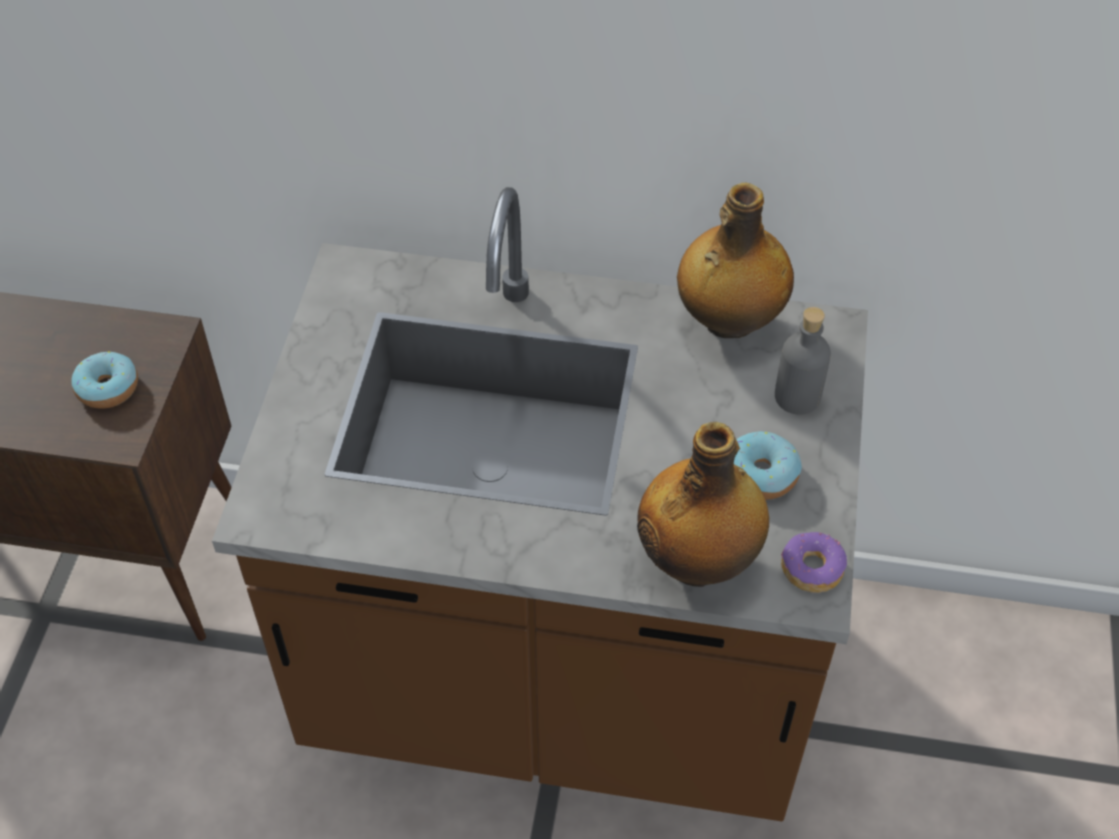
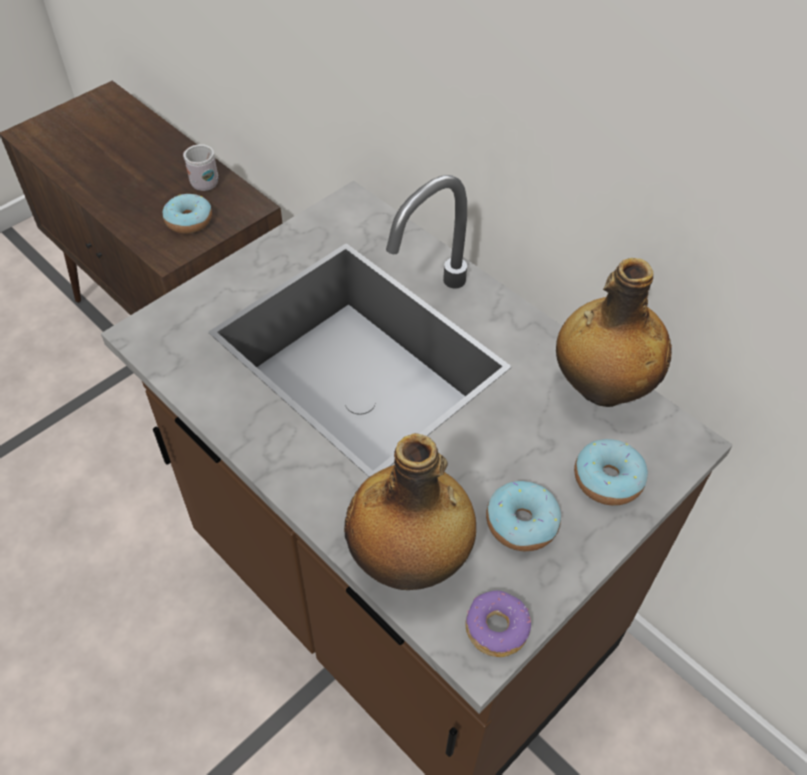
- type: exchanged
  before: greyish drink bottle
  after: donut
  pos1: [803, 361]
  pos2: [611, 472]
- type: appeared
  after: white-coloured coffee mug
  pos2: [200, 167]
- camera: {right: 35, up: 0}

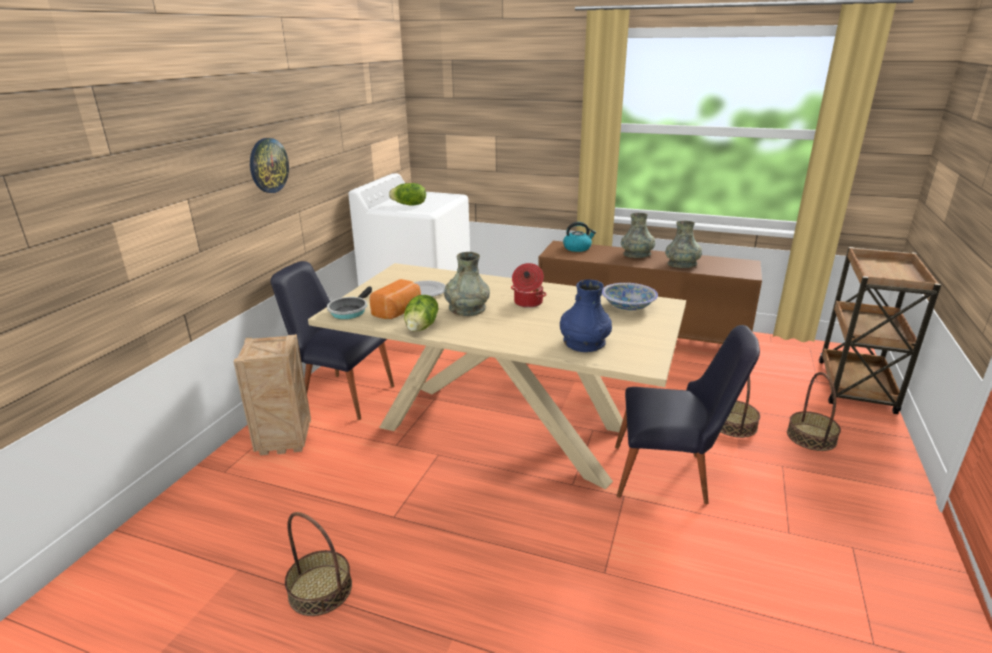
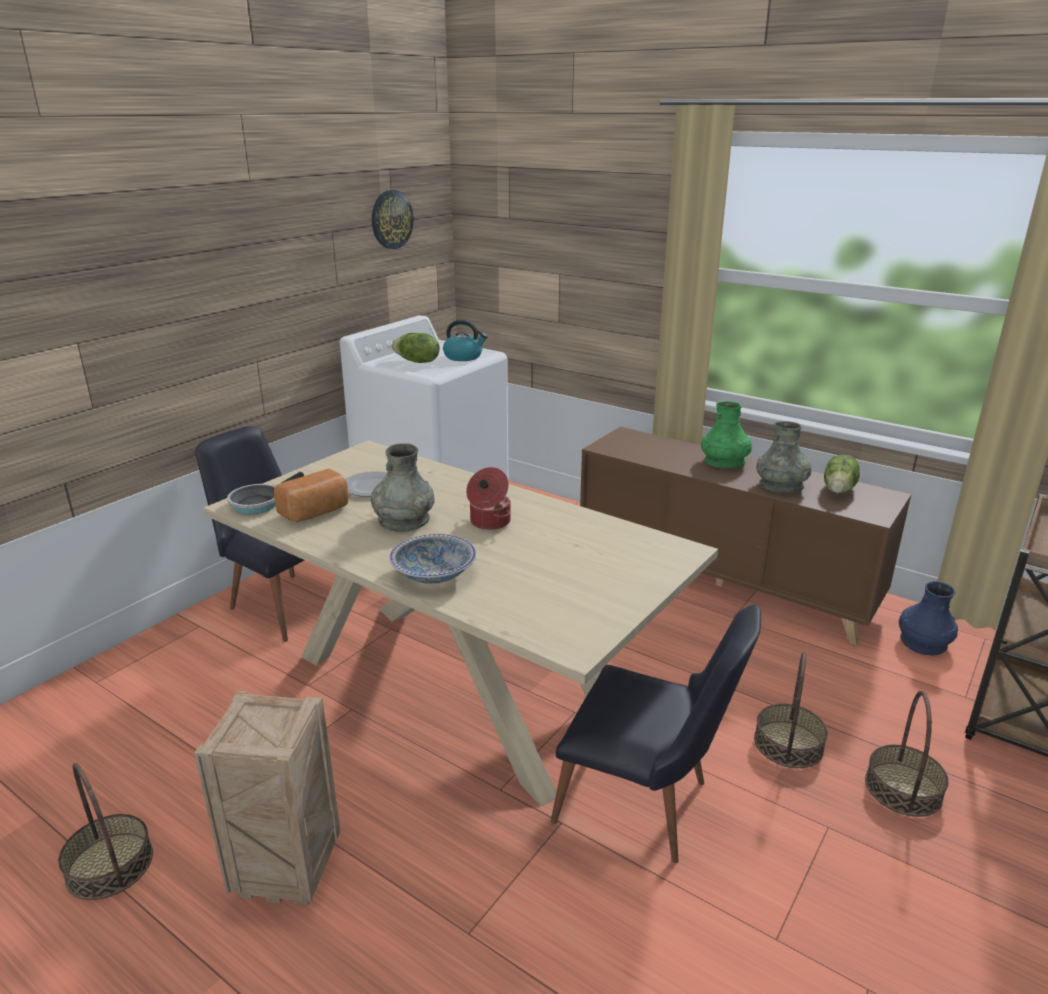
- type: relocated
  before: wall clock
  pos1: [269, 165]
  pos2: [393, 219]
- type: colour
  before: greyish flower vase
  after: green-coloured flower vase
  pos1: [638, 235]
  pos2: [726, 434]
- type: relocated
  before: water kettle
  pos1: [579, 237]
  pos2: [465, 340]
- type: relocated
  before: blue flower vase
  pos1: [586, 316]
  pos2: [928, 618]
- type: relocated
  before: deep dish
  pos1: [630, 296]
  pos2: [432, 559]
- type: relocated
  before: head of lettuce
  pos1: [421, 313]
  pos2: [842, 474]
- type: relocated
  before: crate
  pos1: [272, 394]
  pos2: [267, 797]
- camera: {right: 15, up: 0}

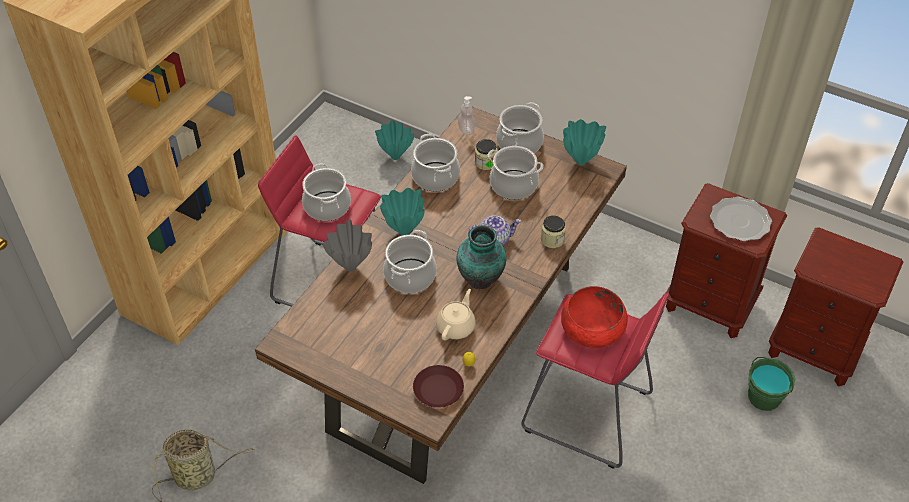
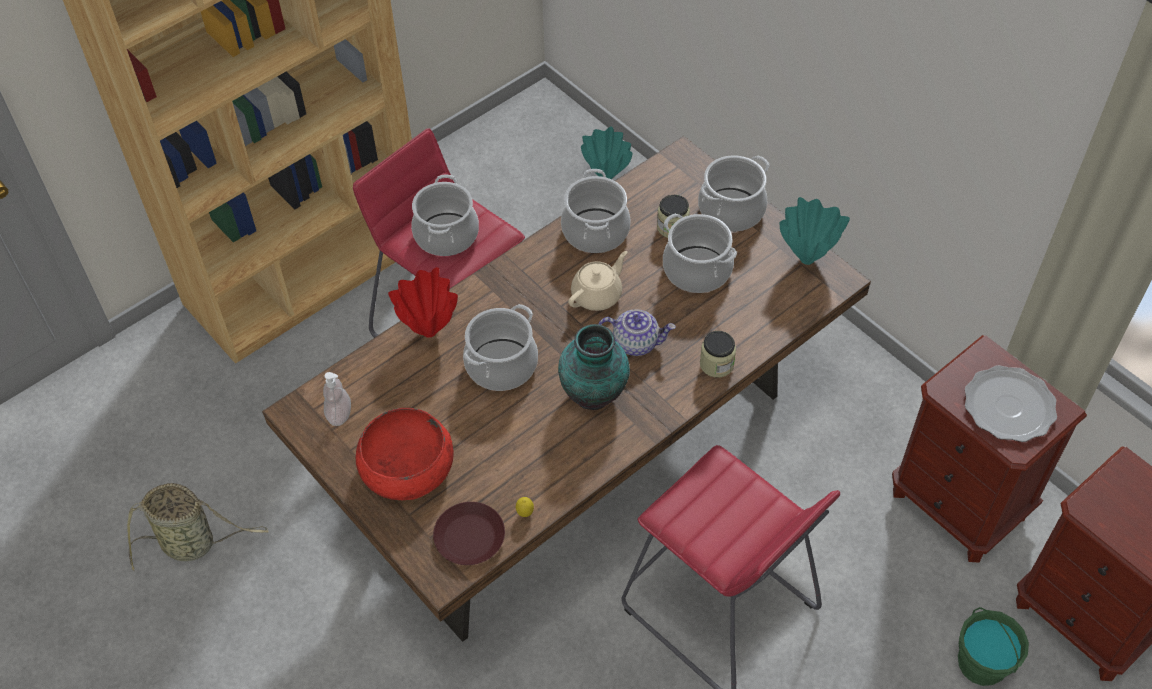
- type: relocated
  before: liquid soap bottle
  pos1: [466, 115]
  pos2: [337, 399]
- type: missing
  before: turquoise-coloured flower vase
  pos1: [402, 211]
- type: colour
  before: greyish flower vase
  after: red-coloured flower vase
  pos1: [347, 245]
  pos2: [423, 302]
- type: relocated
  before: red-coloured deep dish
  pos1: [594, 317]
  pos2: [405, 454]
- type: relocated
  before: sand-coloured pot for tea
  pos1: [456, 315]
  pos2: [597, 281]
- camera: {right: 20, up: 5}

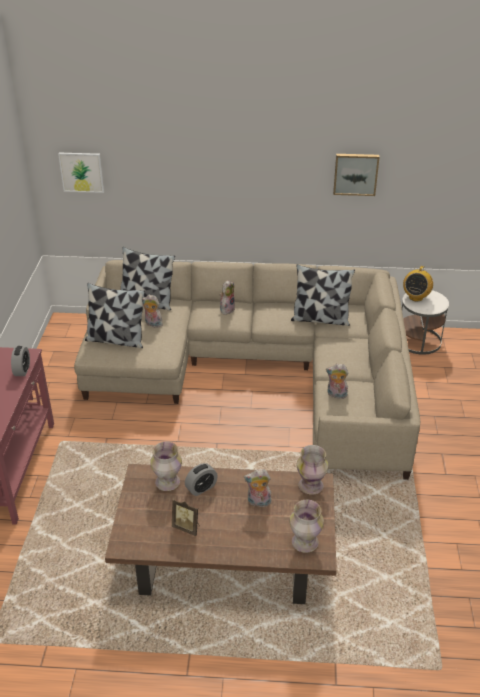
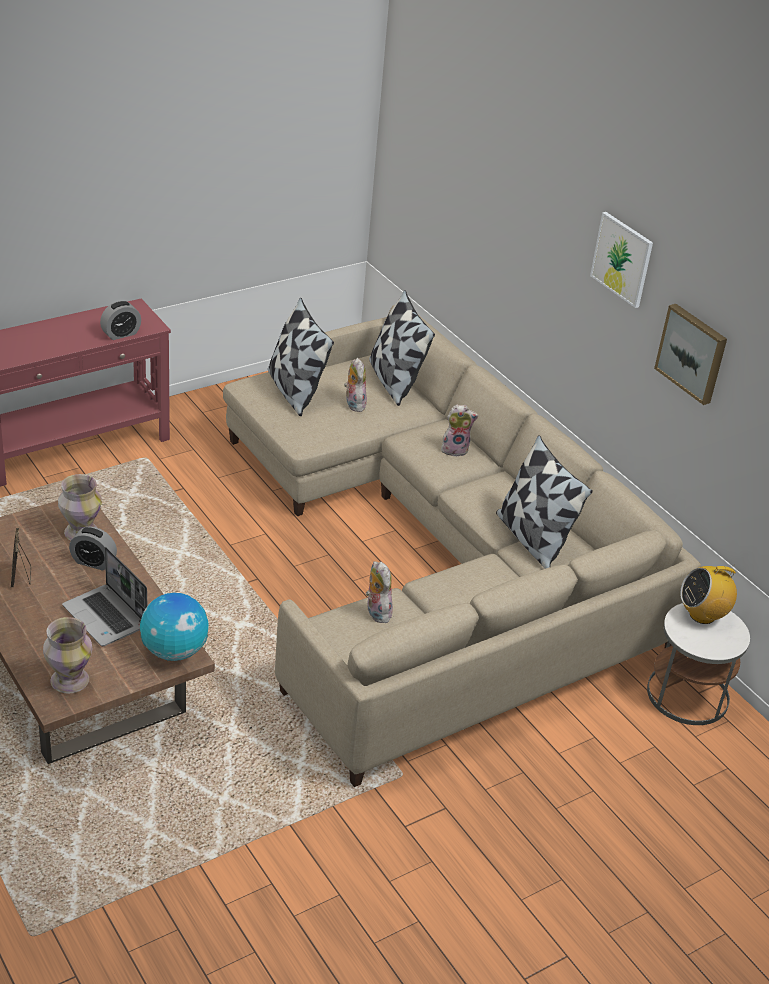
- type: relocated
  before: wall picture
  pos1: [81, 173]
  pos2: [621, 260]
- type: exchanged
  before: flower vase
  after: desk globe
  pos1: [312, 470]
  pos2: [174, 627]
- type: exchanged
  before: cuddly toy
  after: laptop
  pos1: [257, 488]
  pos2: [104, 596]
- camera: {right: 50, up: 0}

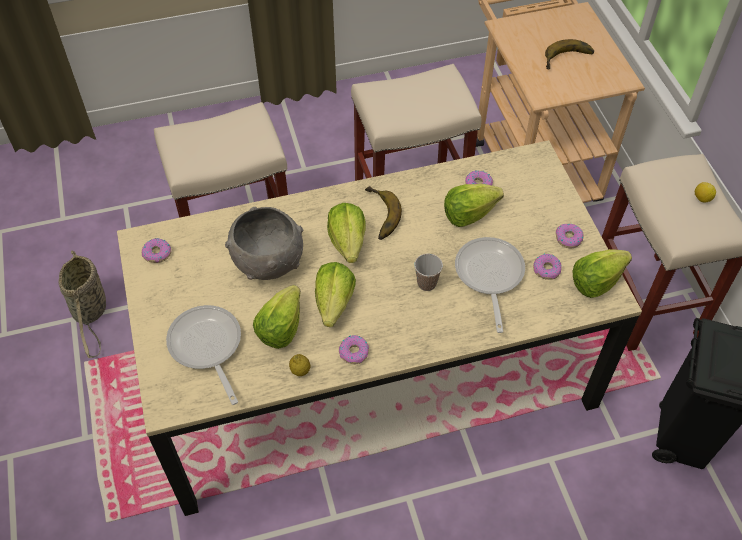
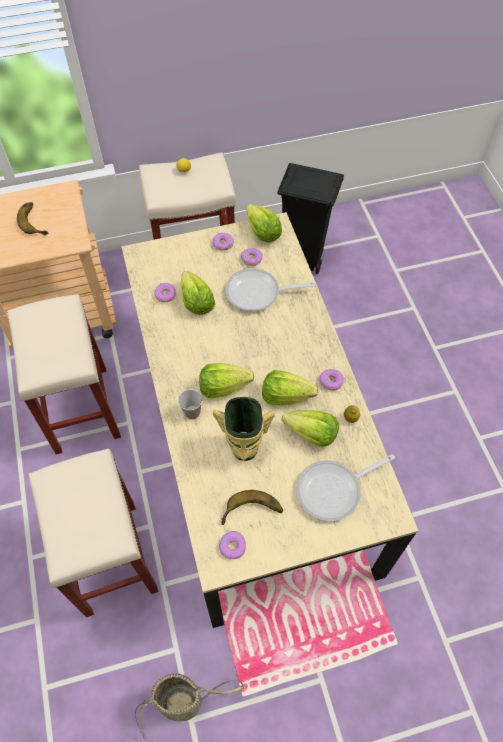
- type: relocated
  before: whole banana
  pos1: [383, 213]
  pos2: [252, 507]
- type: exchanged
  before: greyish deep dish
  after: flower vase
  pos1: [264, 243]
  pos2: [244, 429]
- type: relocated
  before: small cup
  pos1: [428, 272]
  pos2: [190, 404]
- camera: {right: -90, up: 5}

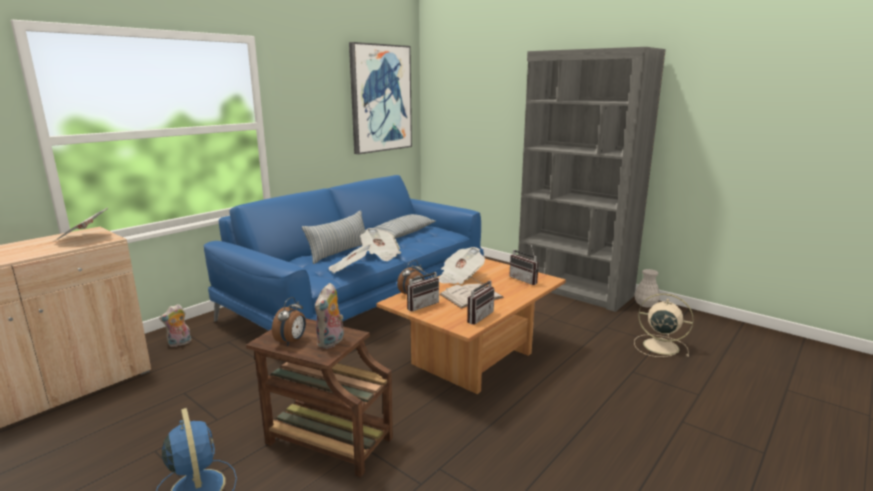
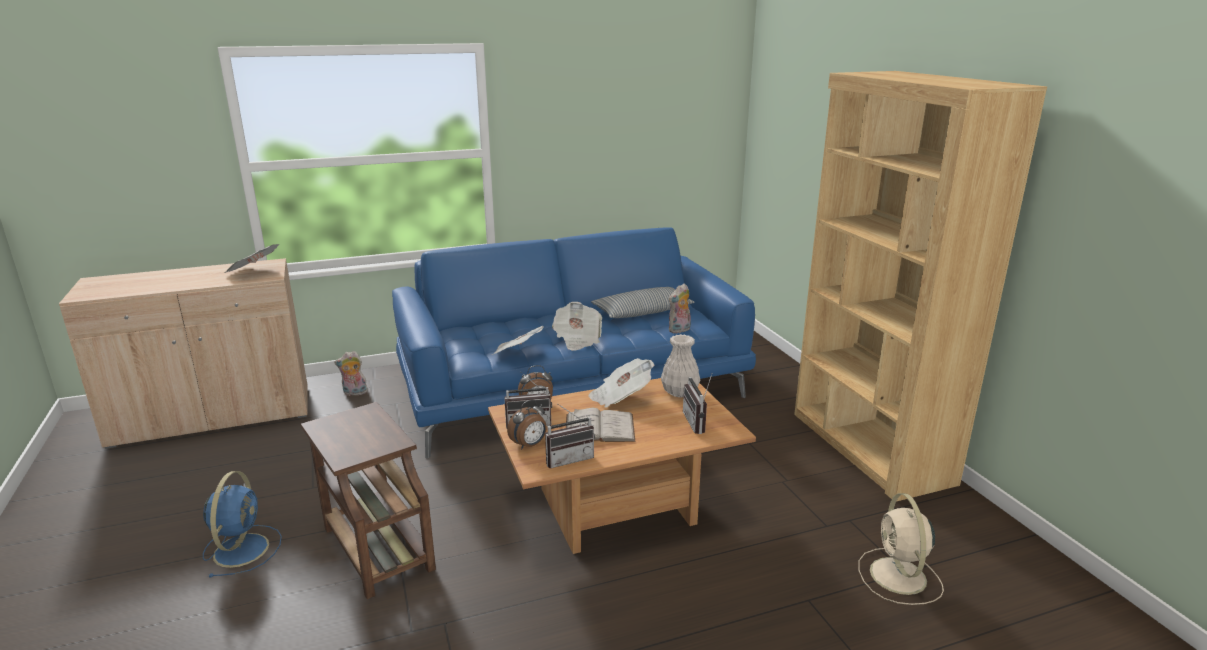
- type: missing
  before: wall picture
  pos1: [380, 98]
- type: colour
  before: greyish bookcase
  after: brown bookcase
  pos1: [592, 179]
  pos2: [920, 286]
- type: missing
  before: pillow
  pos1: [334, 237]
- type: relocated
  before: white-coloured flower vase
  pos1: [647, 288]
  pos2: [680, 365]
- type: relocated
  before: cuddly toy
  pos1: [329, 316]
  pos2: [680, 308]
- type: spun
  before: sand-coloured fan
  pos1: [664, 325]
  pos2: [901, 549]
  turn: -150
- type: relocated
  before: table clock
  pos1: [289, 321]
  pos2: [527, 424]
- camera: {right: 30, up: 5}

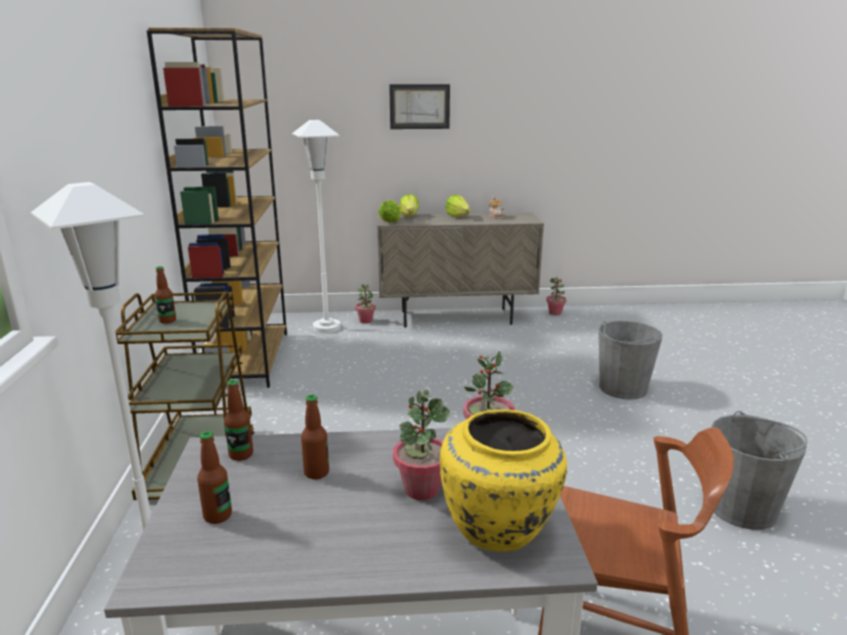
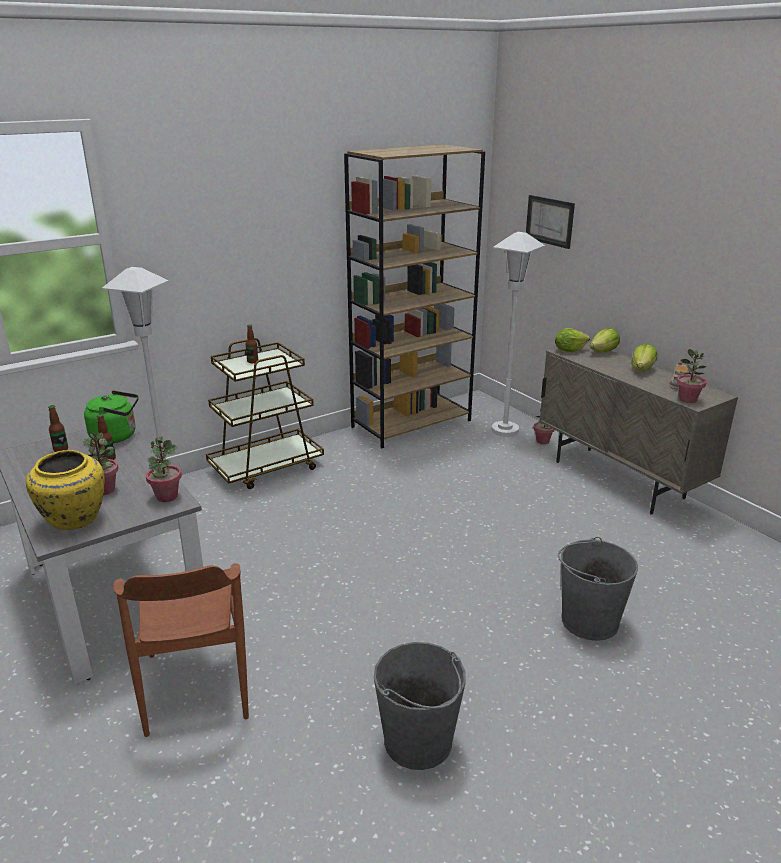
- type: relocated
  before: wall picture
  pos1: [419, 106]
  pos2: [550, 222]
- type: relocated
  before: houseplant
  pos1: [556, 296]
  pos2: [691, 376]
- type: exchanged
  before: drink bottle
  after: green-coloured water kettle
  pos1: [238, 420]
  pos2: [111, 416]
- camera: {right: 60, up: 5}

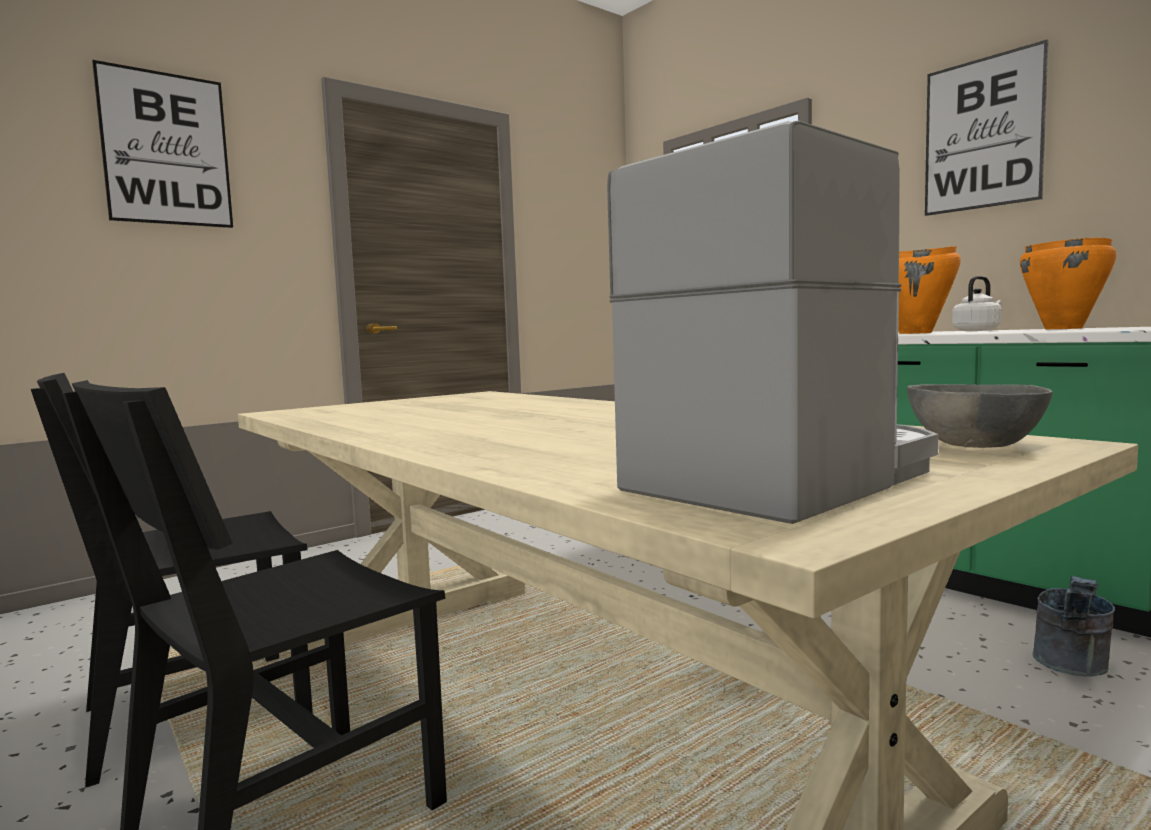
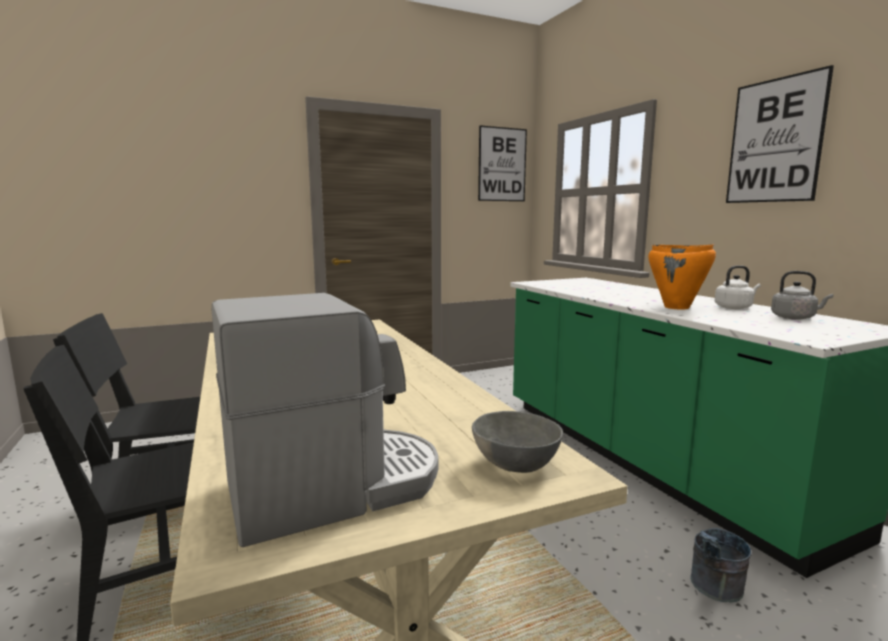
- type: relocated
  before: wall picture
  pos1: [162, 144]
  pos2: [502, 163]
- type: exchanged
  before: orange-coloured cooking pot
  after: greyish water kettle
  pos1: [1068, 283]
  pos2: [802, 295]
- camera: {right: 15, up: 5}

